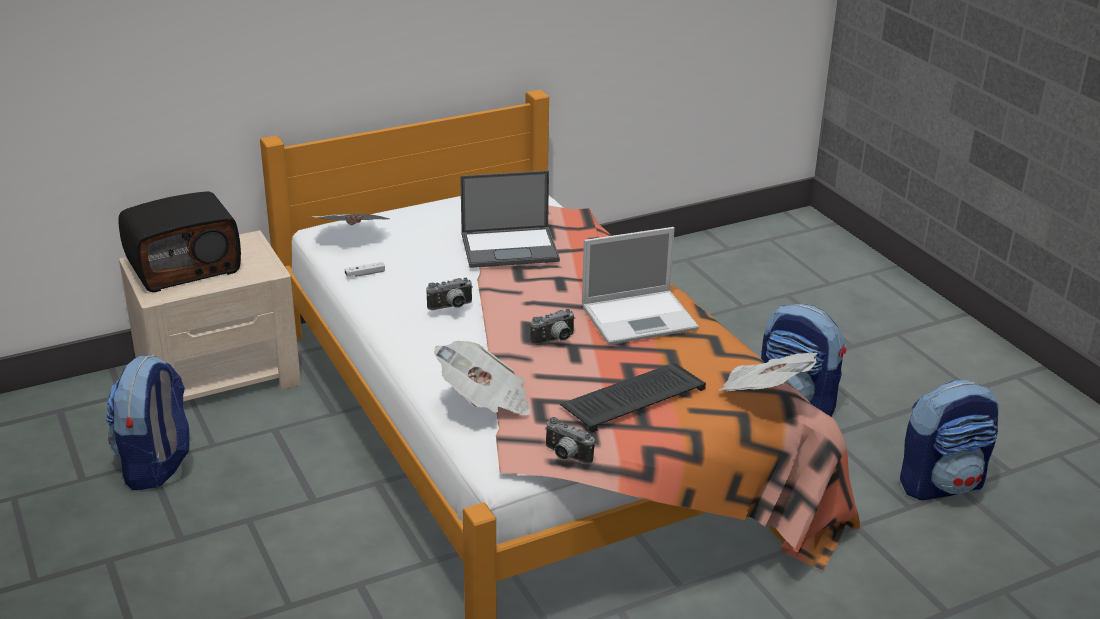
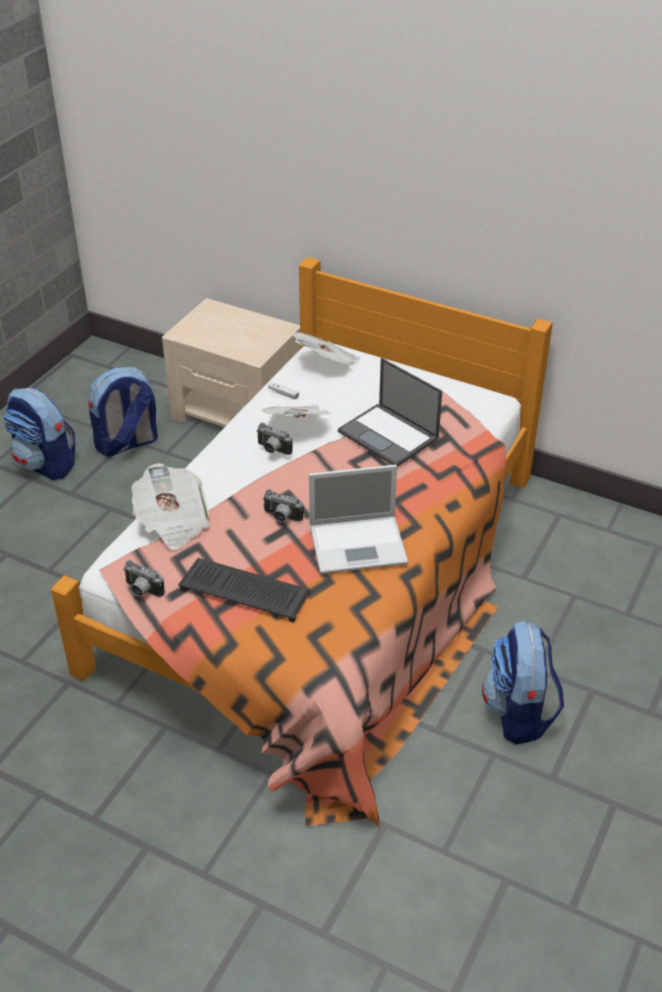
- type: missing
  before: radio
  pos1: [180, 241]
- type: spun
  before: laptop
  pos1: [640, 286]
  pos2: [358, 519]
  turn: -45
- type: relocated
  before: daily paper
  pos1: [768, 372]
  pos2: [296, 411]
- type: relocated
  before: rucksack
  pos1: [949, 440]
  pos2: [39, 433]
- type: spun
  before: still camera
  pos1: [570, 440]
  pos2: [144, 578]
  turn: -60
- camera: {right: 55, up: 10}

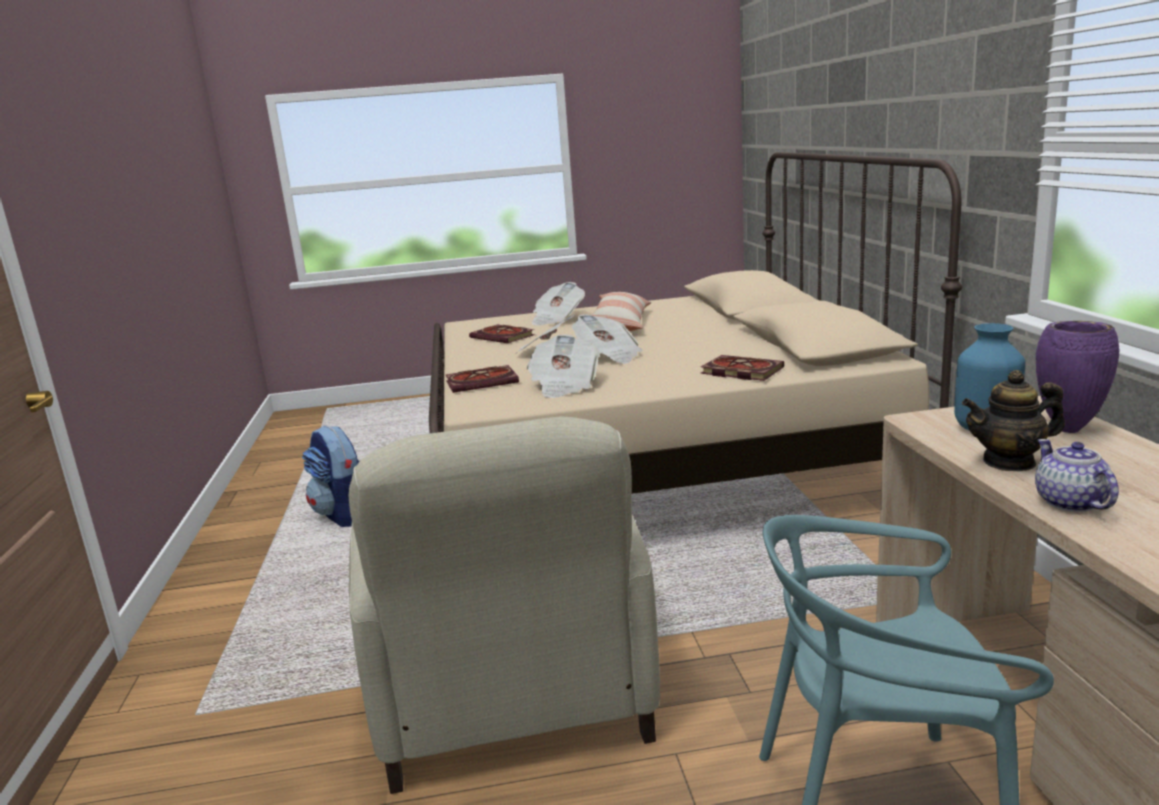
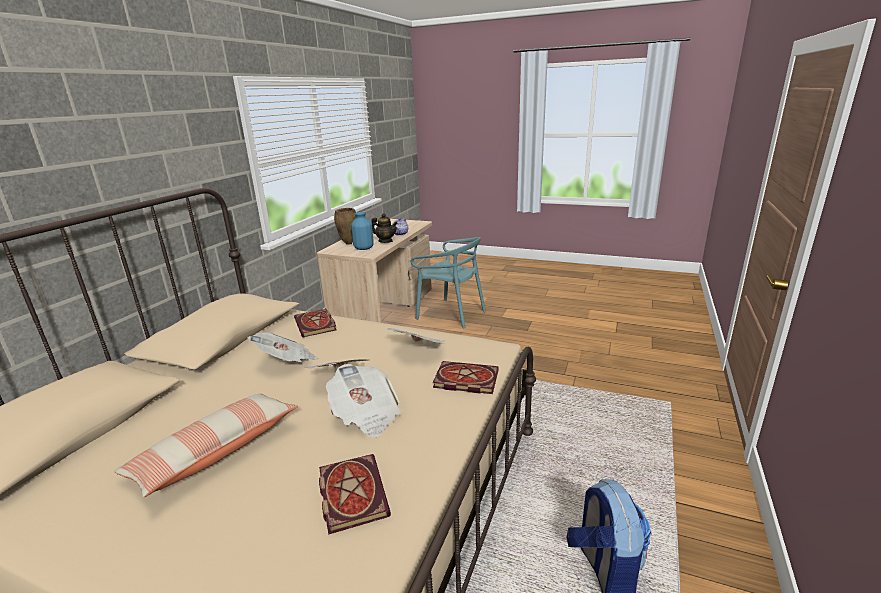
- type: relocated
  before: daily paper
  pos1: [558, 304]
  pos2: [283, 347]
- type: colour
  before: purple flower vase
  after: brown flower vase
  pos1: [1077, 377]
  pos2: [345, 226]
- type: missing
  before: sand-coloured easy chair
  pos1: [504, 605]
- camera: {right: -150, up: 5}

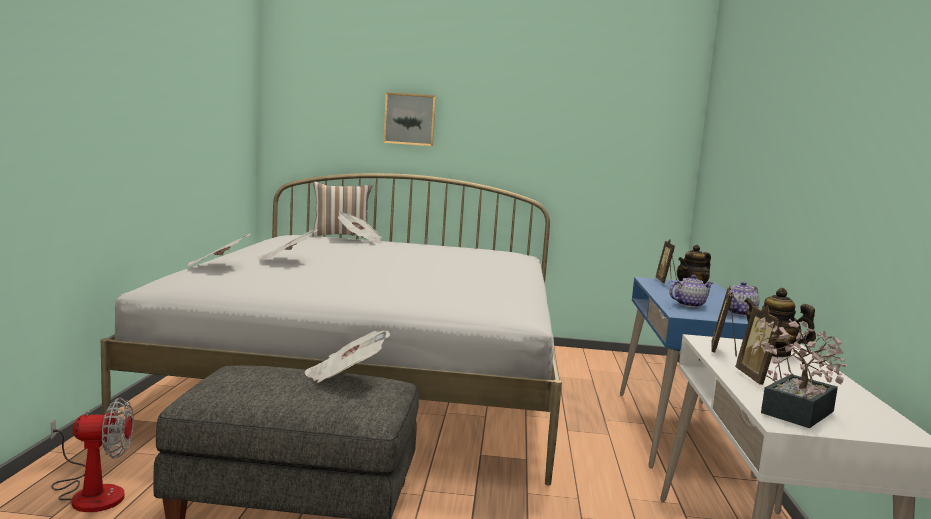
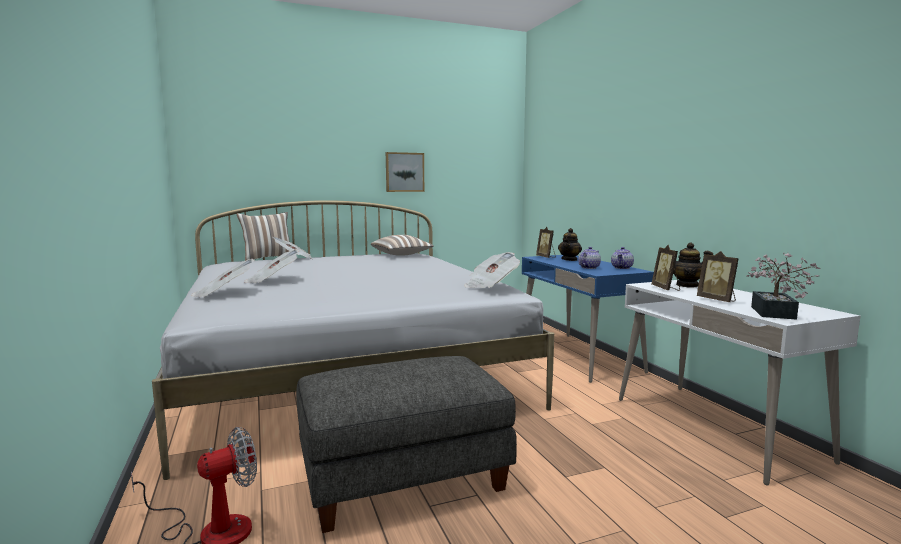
- type: relocated
  before: wall picture
  pos1: [409, 119]
  pos2: [405, 172]
- type: relocated
  before: daily paper
  pos1: [347, 357]
  pos2: [492, 270]
- type: appeared
  after: pillow
  pos2: [402, 245]
- camera: {right: -25, up: 0}

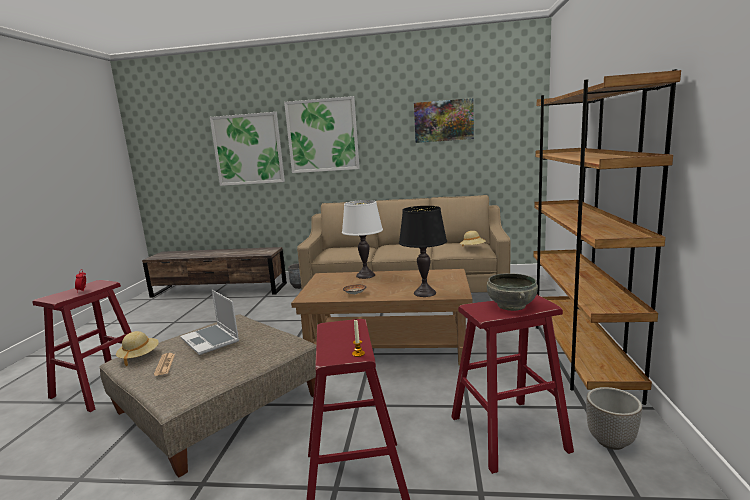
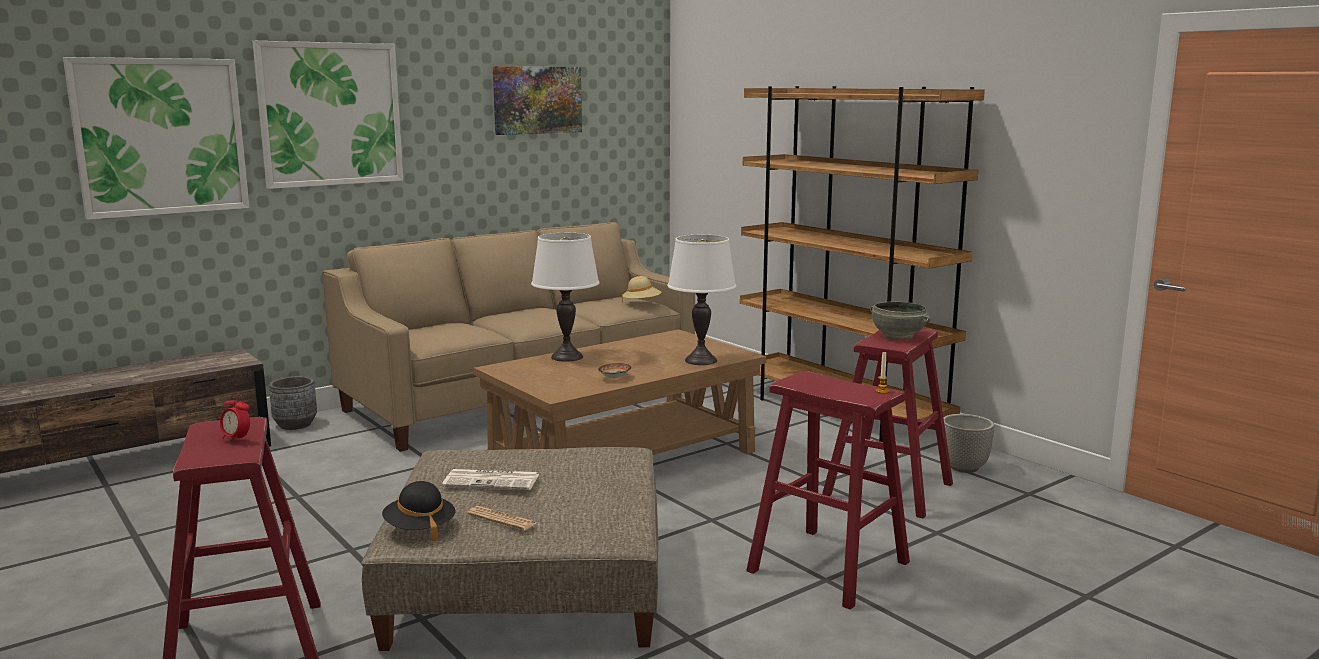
- type: colour
  before: black table lamp
  after: white-coloured table lamp
  pos1: [423, 251]
  pos2: [701, 300]
- type: exchanged
  before: laptop
  after: daily paper
  pos1: [209, 322]
  pos2: [490, 479]
- type: colour
  before: sand-coloured wearable hat
  after: black wearable hat
  pos1: [137, 348]
  pos2: [419, 511]
- camera: {right: -45, up: 0}

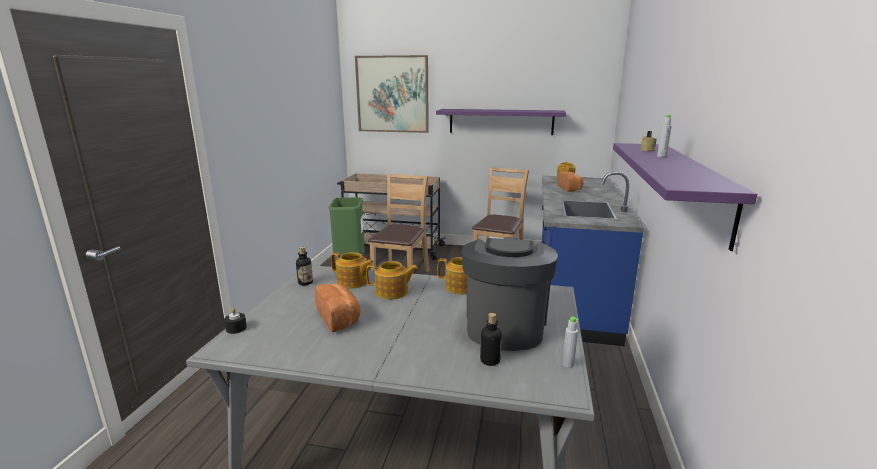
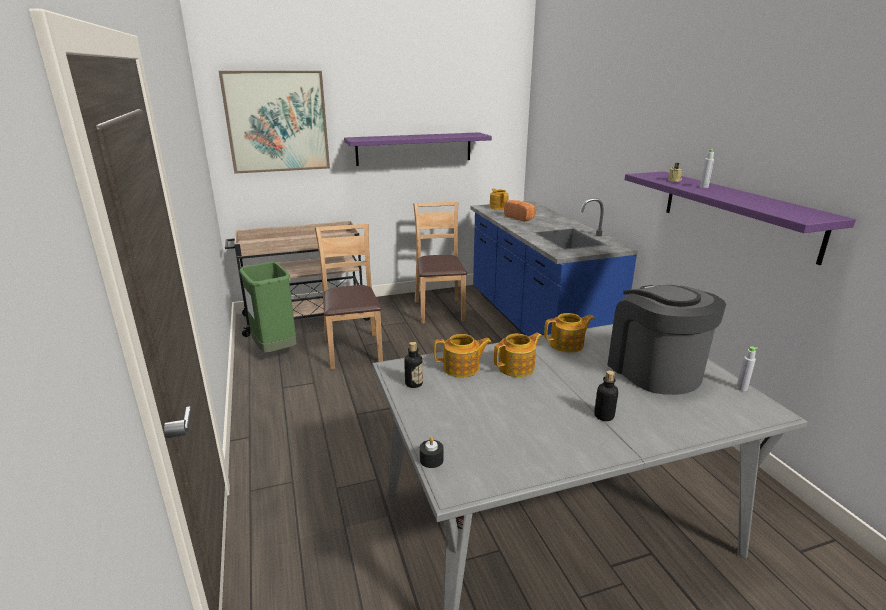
- type: missing
  before: baked bread
  pos1: [337, 307]
- type: relocated
  before: drink bottle
  pos1: [491, 339]
  pos2: [606, 396]
- camera: {right: -30, up: 5}

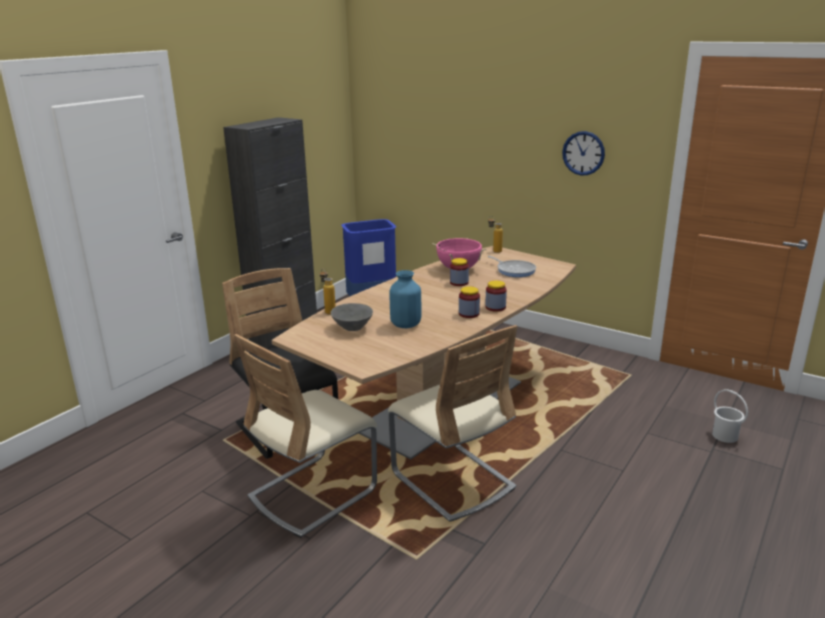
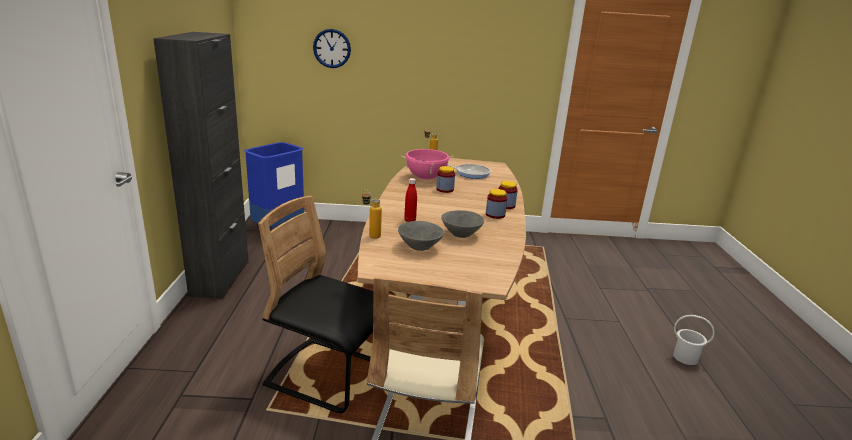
- type: relocated
  before: wall clock
  pos1: [583, 153]
  pos2: [332, 48]
- type: exchanged
  before: blue flower vase
  after: greyish deep dish
  pos1: [405, 299]
  pos2: [462, 224]
- type: missing
  before: sand-coloured upright chair
  pos1: [453, 423]
- type: relocated
  before: white-coloured bucket
  pos1: [730, 416]
  pos2: [694, 340]
- type: appeared
  after: red-coloured drink bottle
  pos2: [410, 200]
- camera: {right: -35, up: 0}

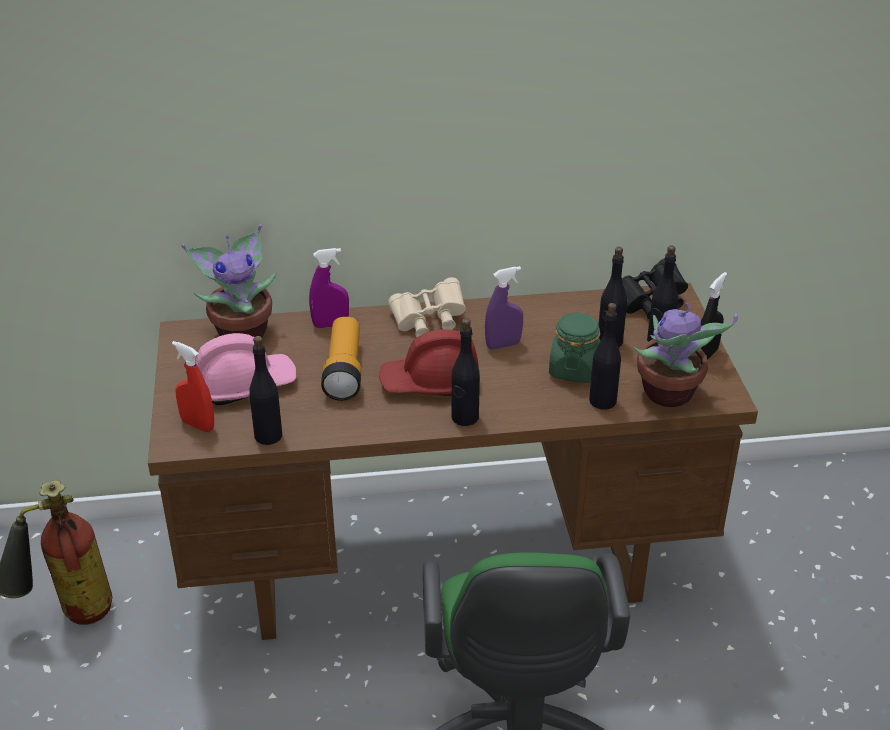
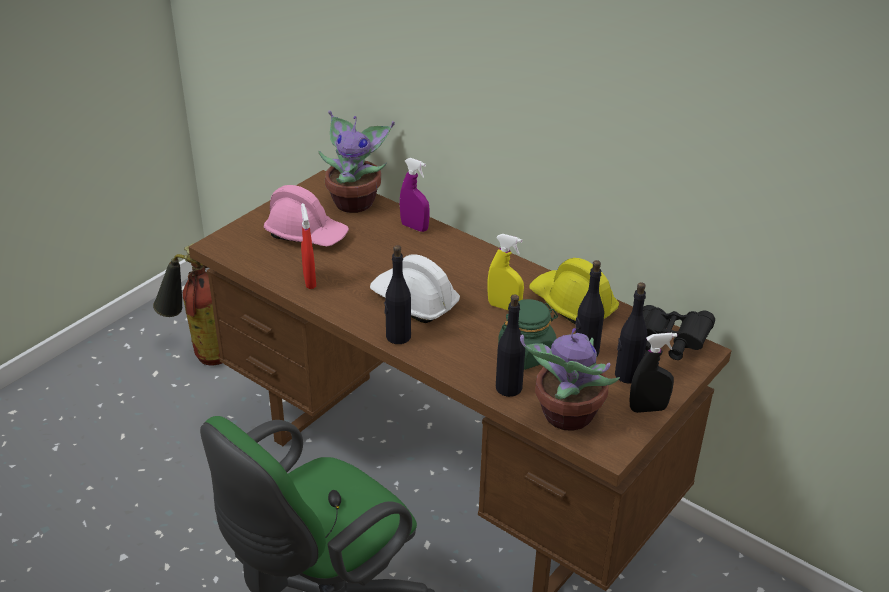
- type: colour
  before: purple sprayer
  after: yellow-coloured sprayer
  pos1: [504, 308]
  pos2: [505, 272]
- type: missing
  before: sand-coloured binoculars
  pos1: [427, 307]
- type: missing
  before: flashlight
  pos1: [341, 359]
- type: colour
  before: red-coloured hard hat
  after: white-coloured hard hat
  pos1: [429, 362]
  pos2: [415, 288]
- type: missing
  before: black drink bottle
  pos1: [265, 390]
- type: relocated
  before: red-coloured sprayer
  pos1: [193, 386]
  pos2: [308, 246]
- type: appeared
  after: yellow-coloured hard hat
  pos2: [574, 291]
- camera: {right: 45, up: 0}

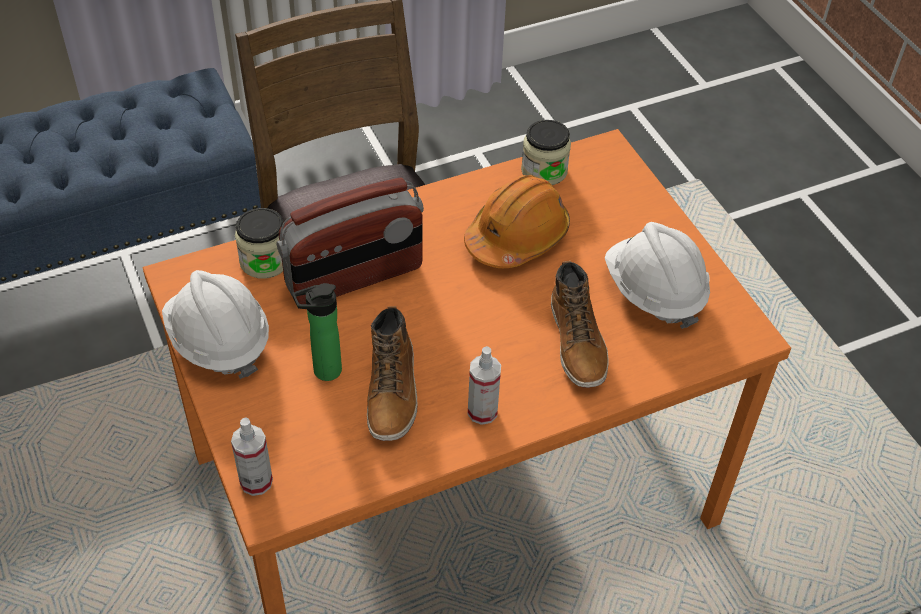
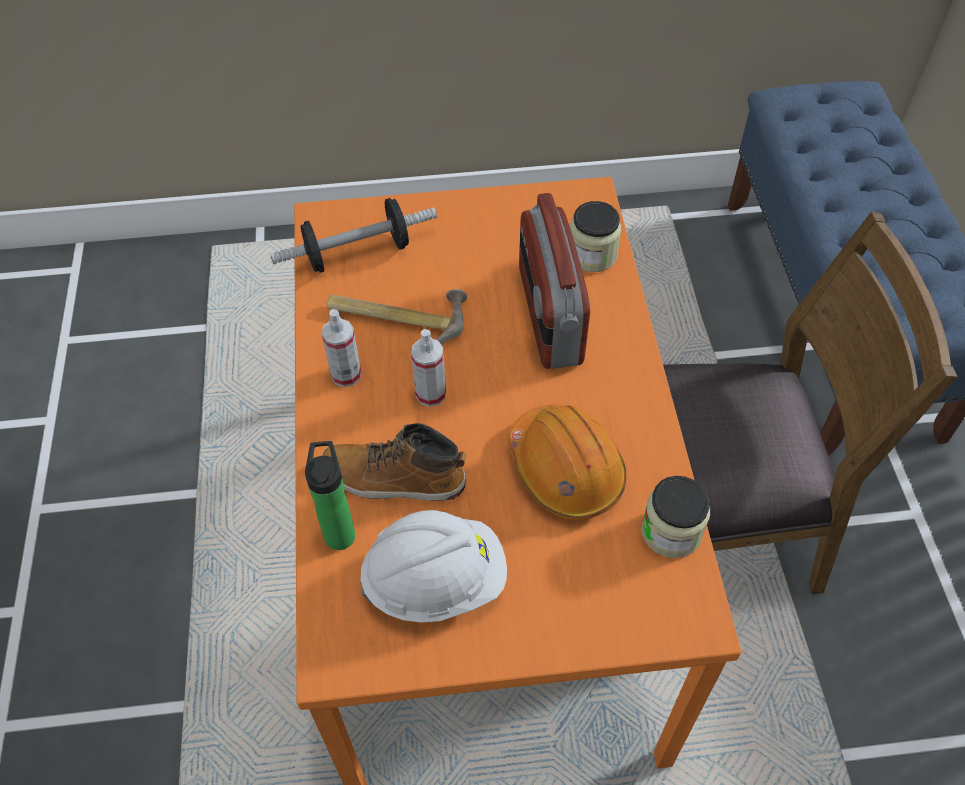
- type: missing
  before: white-coloured hard hat
  pos1: [215, 324]
- type: relocated
  before: drink bottle
  pos1: [317, 332]
  pos2: [330, 495]
- type: exchanged
  before: high-top boot
  after: hammer
  pos1: [392, 373]
  pos2: [397, 316]
- type: relocated
  before: sprayer
  pos1: [252, 456]
  pos2: [428, 368]
- type: appeared
  after: hand weight
  pos2: [353, 235]
- camera: {right: 110, up: 5}

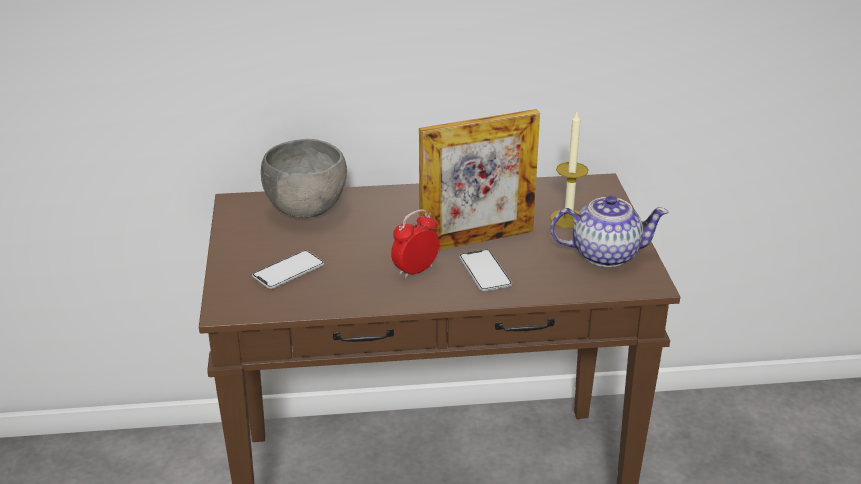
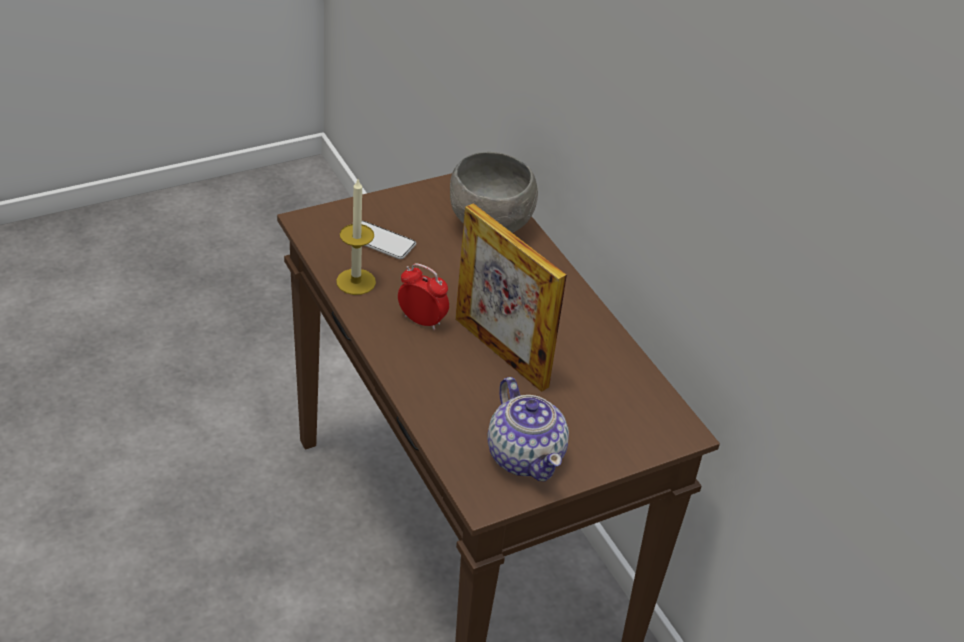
- type: relocated
  before: candle
  pos1: [569, 170]
  pos2: [356, 237]
- type: missing
  before: handset
  pos1: [485, 270]
- camera: {right: 65, up: 10}

